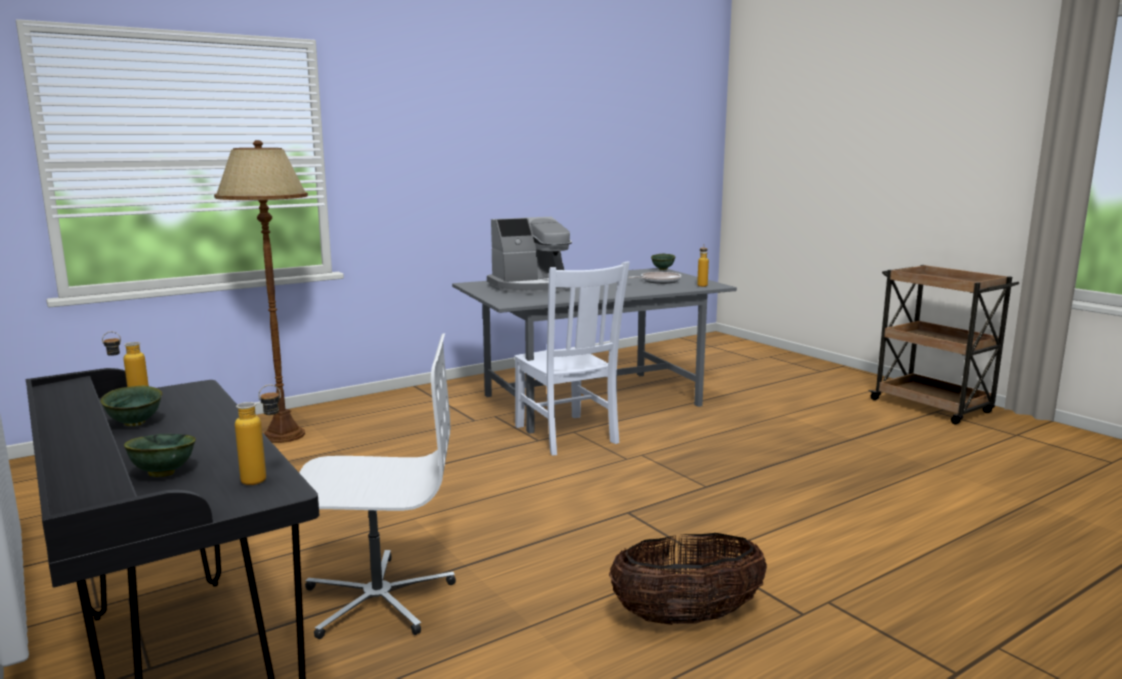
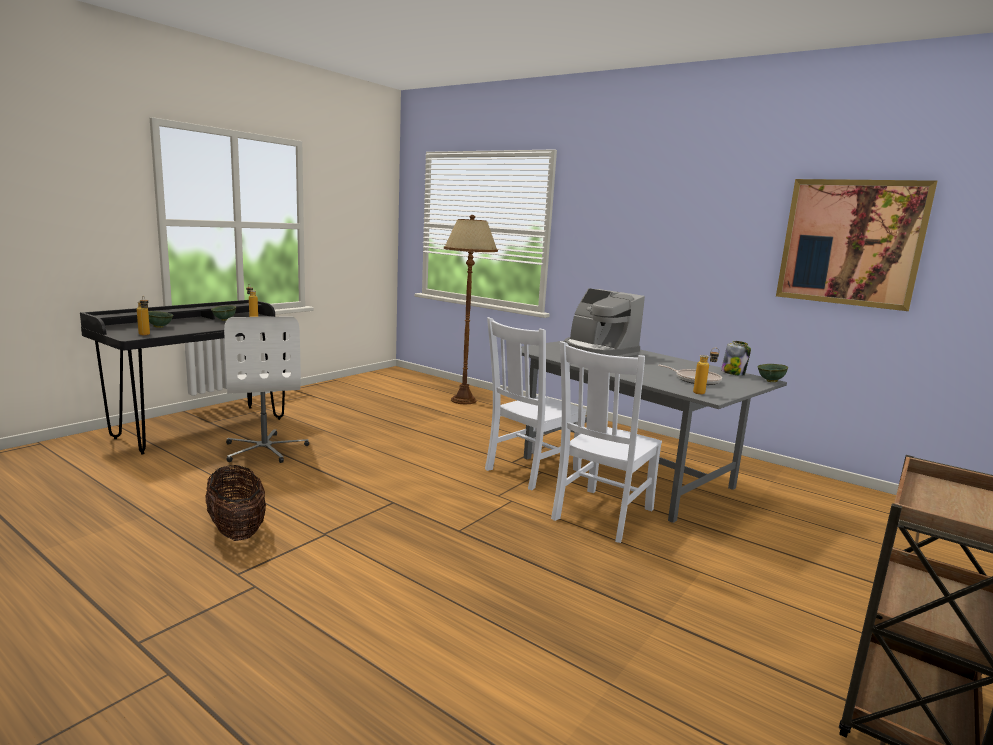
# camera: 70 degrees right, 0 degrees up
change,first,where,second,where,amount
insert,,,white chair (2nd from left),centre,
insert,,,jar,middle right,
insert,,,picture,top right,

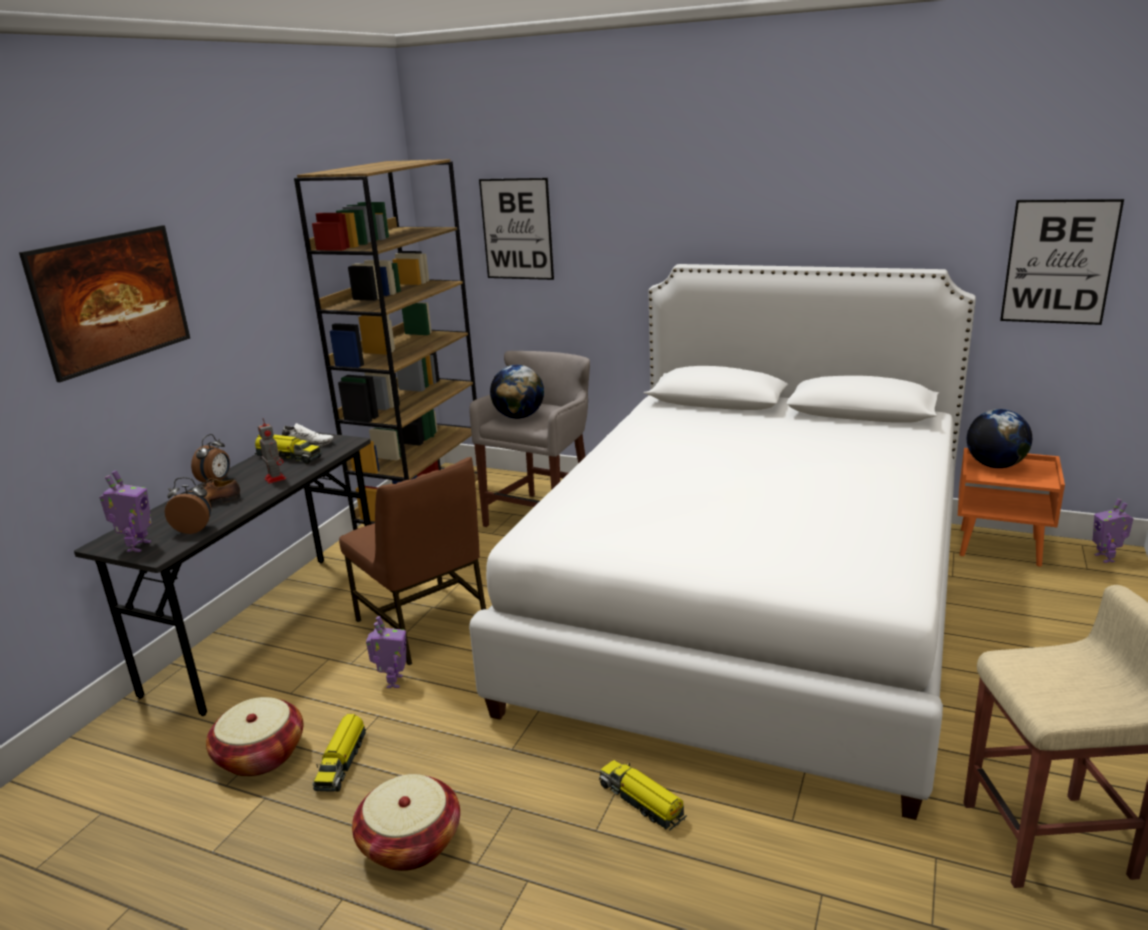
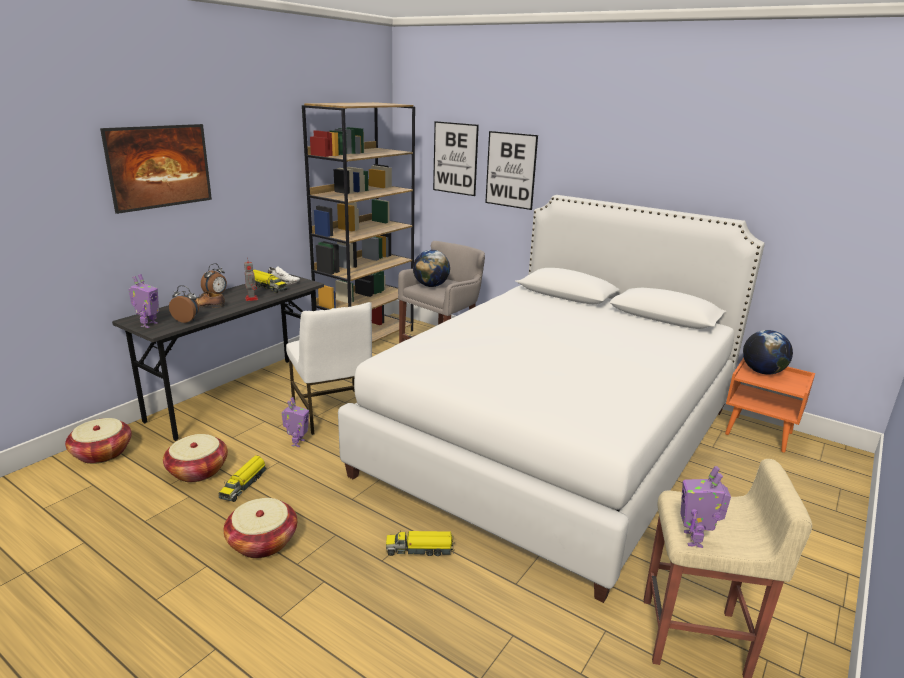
# camera: 10 degrees right, 0 degrees up
change,first,where,second,where,amount
insert,,,basket (1st from left),middle left,
move,picture (3rd from left),top right,,top centre,
move,toy robot (4th from left),middle right,,bottom right,
recolor,brown chair,centre,white chair,centre,
rotate,toy truck (3rd from left),bottom centre,,bottom centre,60 degrees counterclockwise

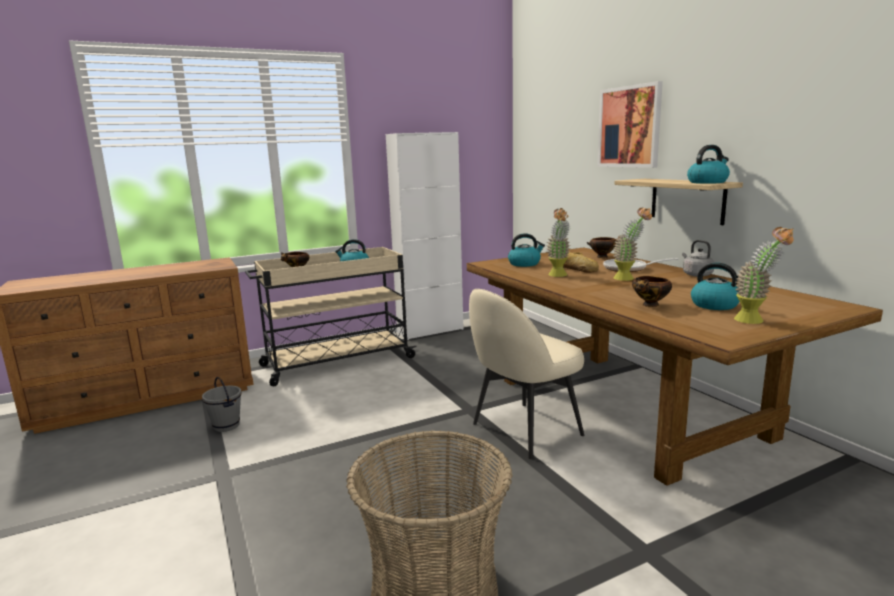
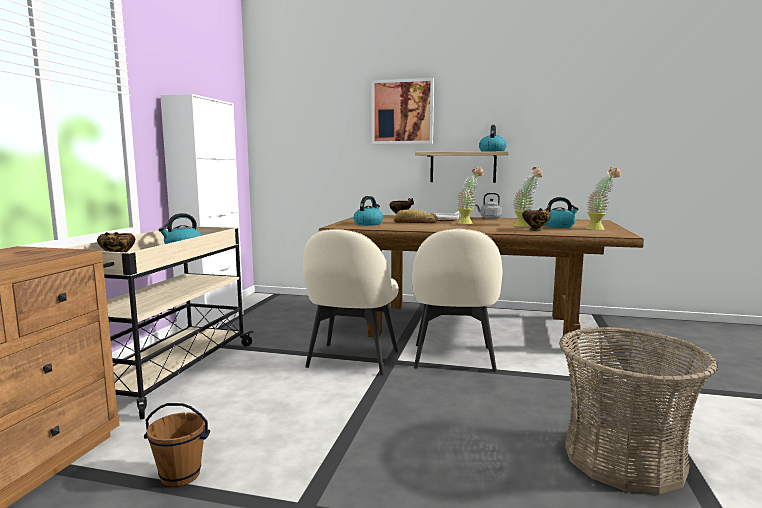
# camera: 50 degrees left, 5 degrees down
change,first,where,second,where,amount
insert,,,beige chair (1st from left),centre,
move,potted plant (1st from left in the first image),centre,potted plant (2nd from left),middle right,
recolor,grey bucket,bottom left,brown bucket,bottom left,

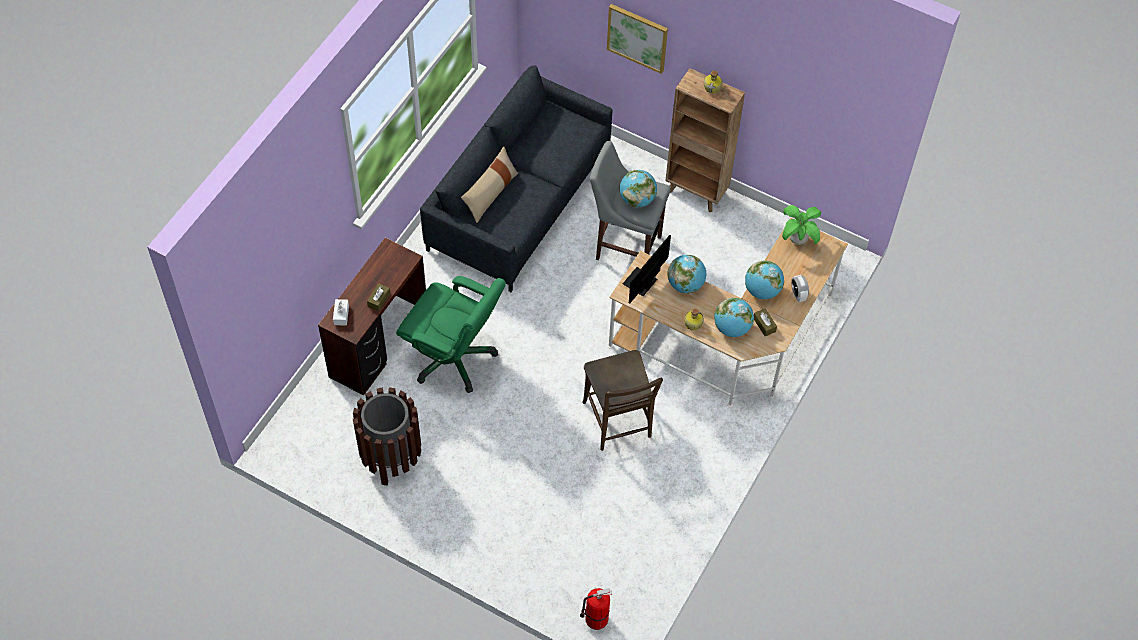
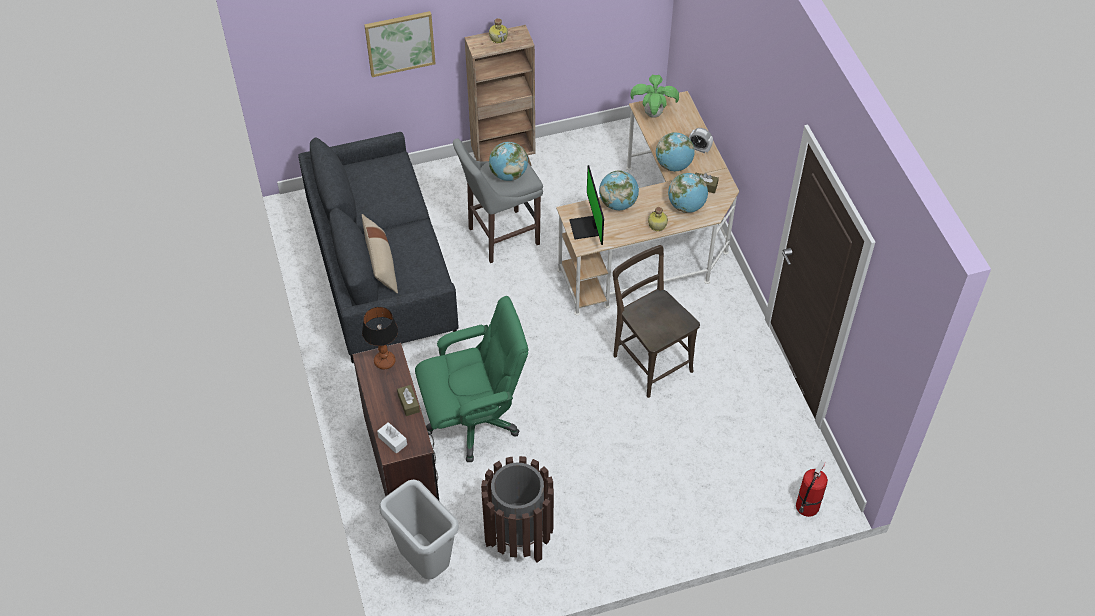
# camera: 45 degrees left, 5 degrees down
change,first,where,second,where,amount
insert,,,table lamp,centre,
insert,,,grey trash can,bottom centre,
rotate,brown chair,centre,,centre,150 degrees counterclockwise

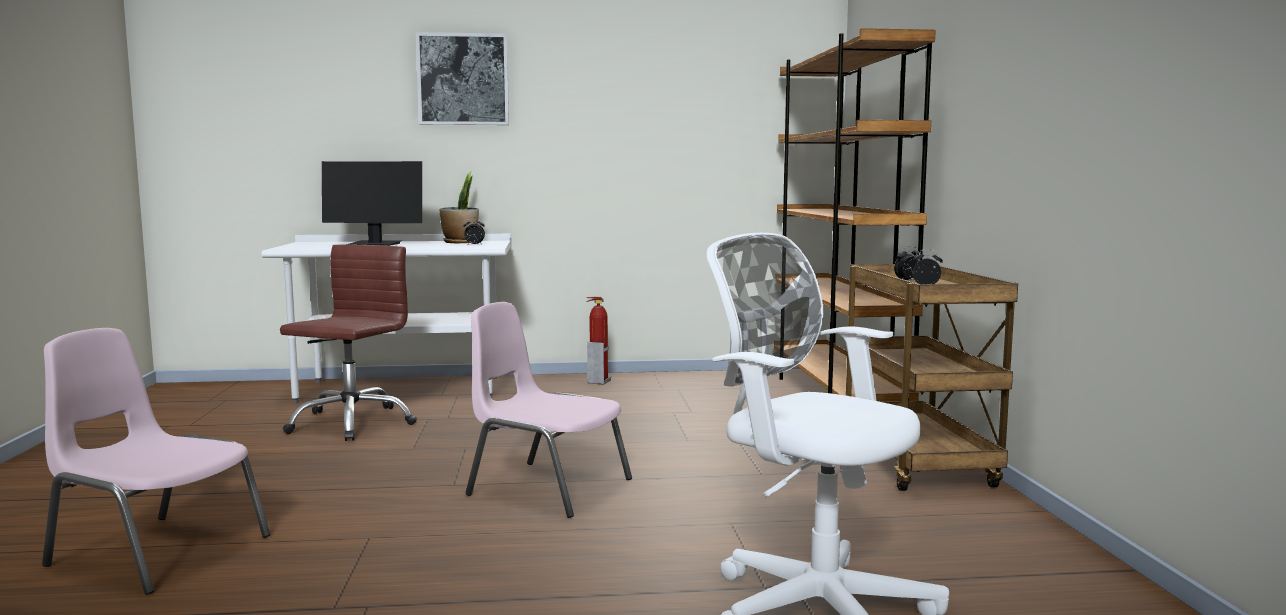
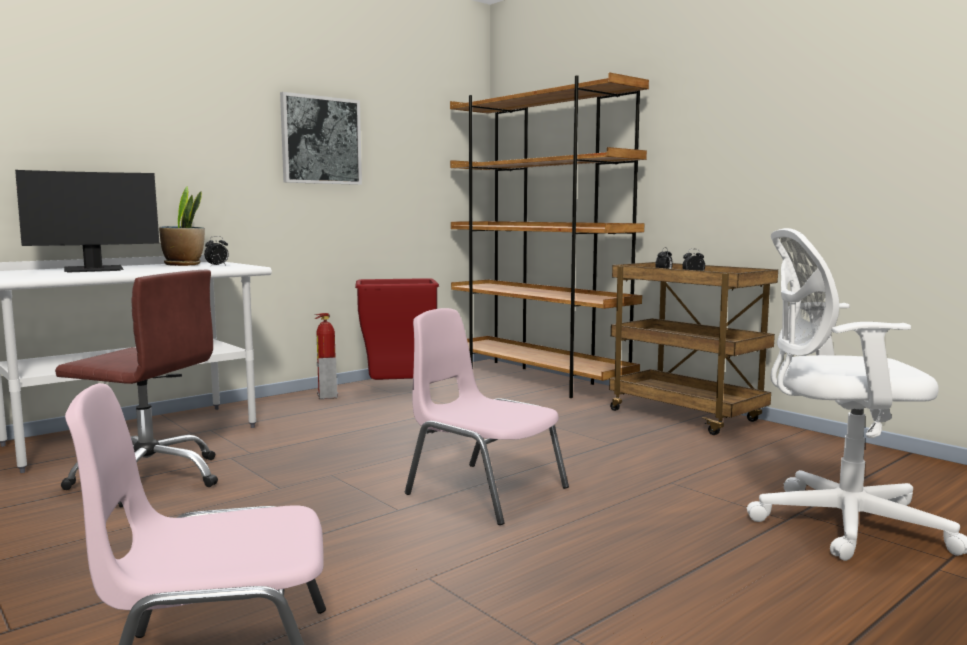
# camera: 35 degrees left, 0 degrees up
change,first,where,second,where,amount
insert,,,red trash can,centre,
move,picture,top centre,,top left,
rotate,brown office chair,middle left,,middle left,120 degrees clockwise
rotate,pink chair (2nd from left),bottom centre,,centre,45 degrees clockwise

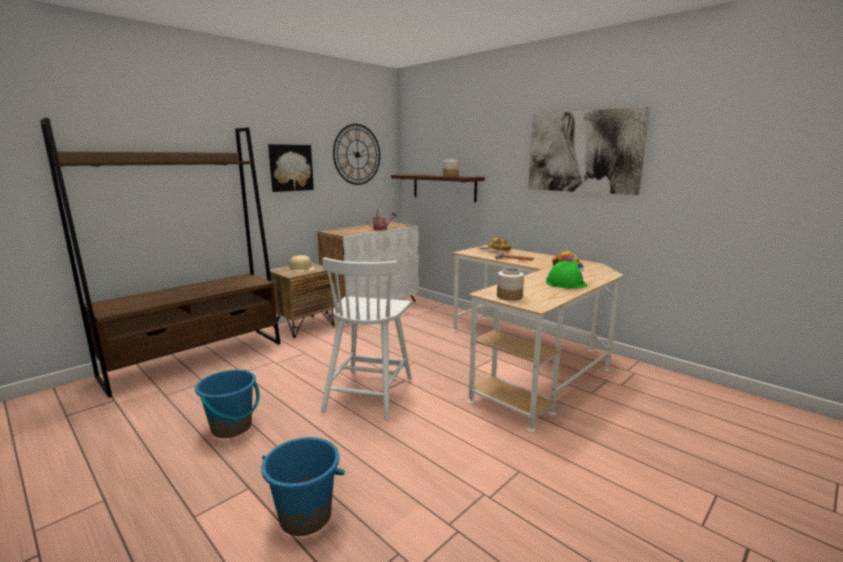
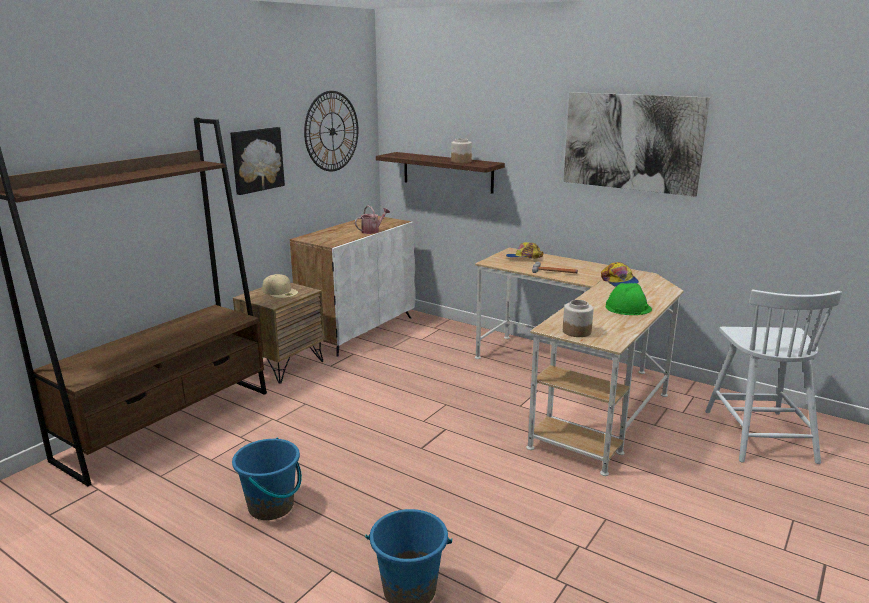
# camera: 10 degrees left, 5 degrees up
change,first,where,second,where,amount
move,white chair,centre,,middle right,

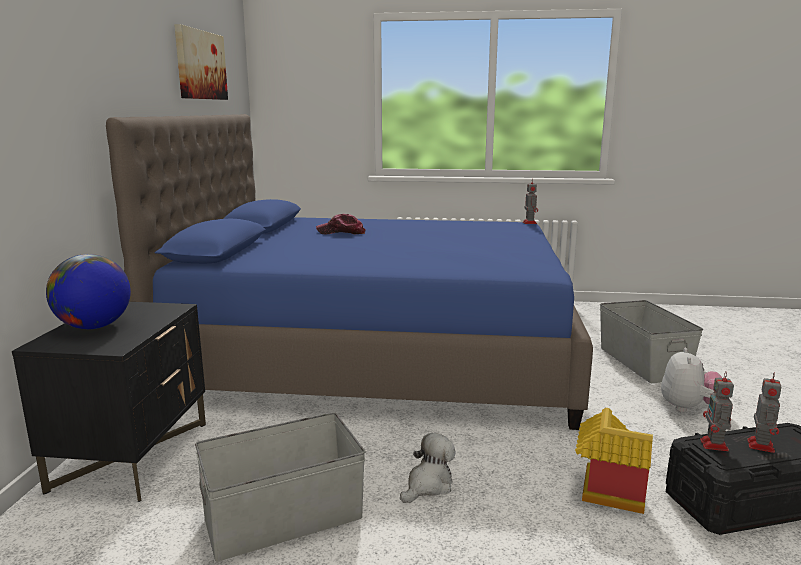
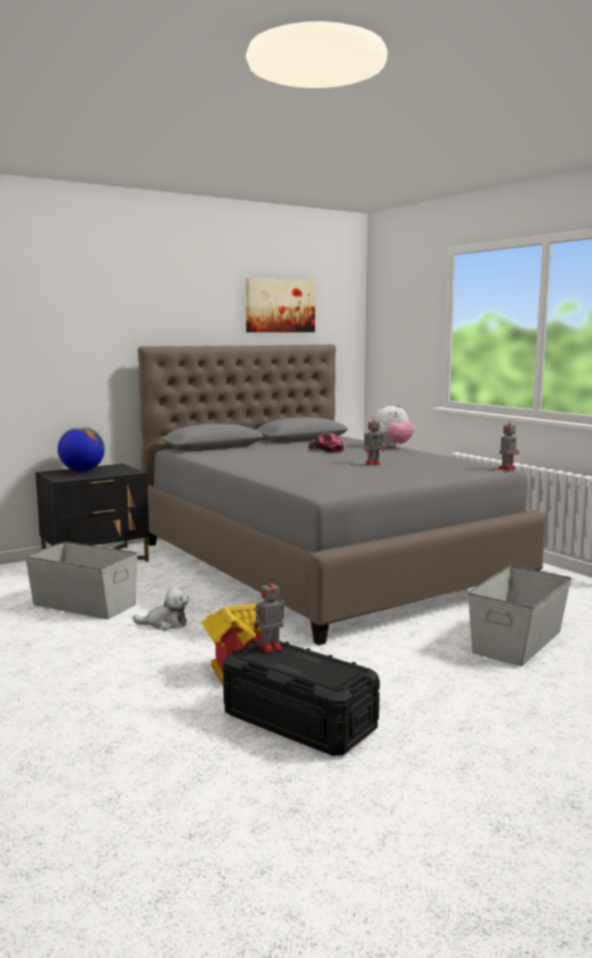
# camera: 50 degrees right, 5 degrees down
change,first,where,second,where,amount
move,plush toy (2nd from left),bottom right,,centre,
move,toy robot (3rd from left in the first image),bottom right,toy robot (2nd from left),centre,
recolor,blue bed,centre,grey bed,centre,

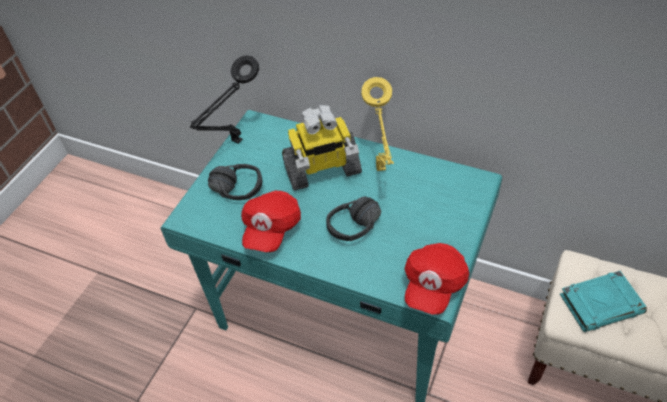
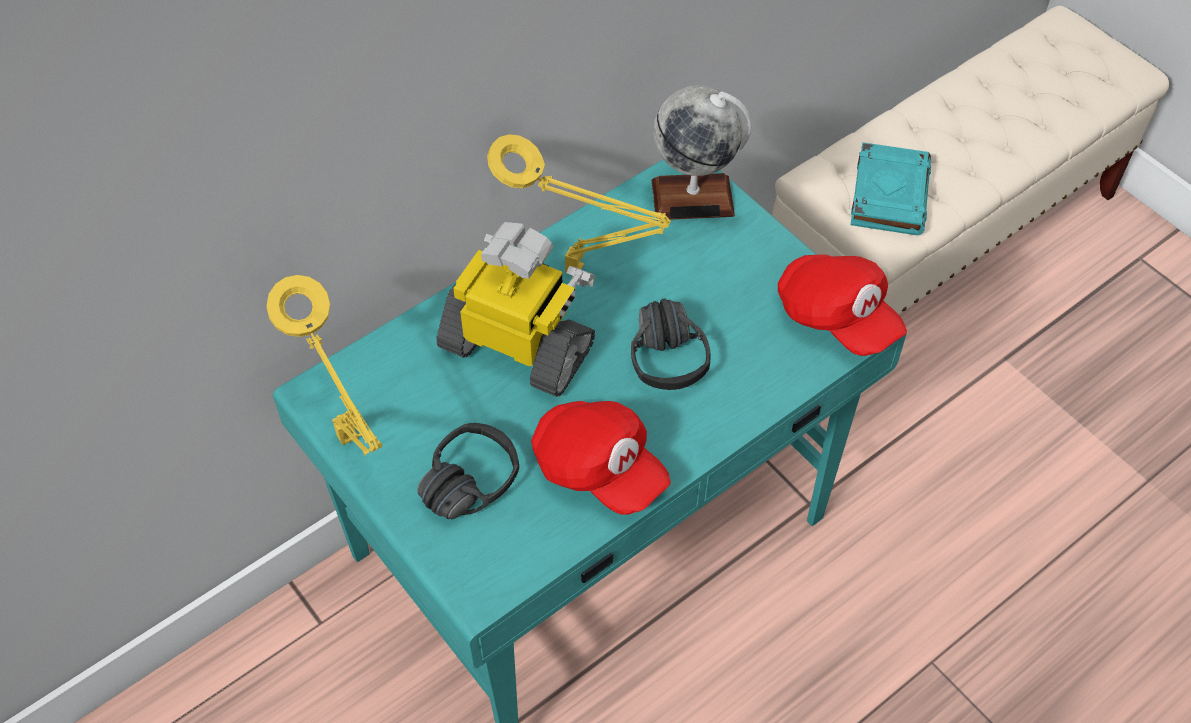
# camera: 65 degrees left, 5 degrees up
change,first,where,second,where,amount
insert,,,globe,top centre,
recolor,black table lamp,top centre,yellow table lamp (1st from left),middle left,
rotate,toy robot,centre,,centre,75 degrees counterclockwise

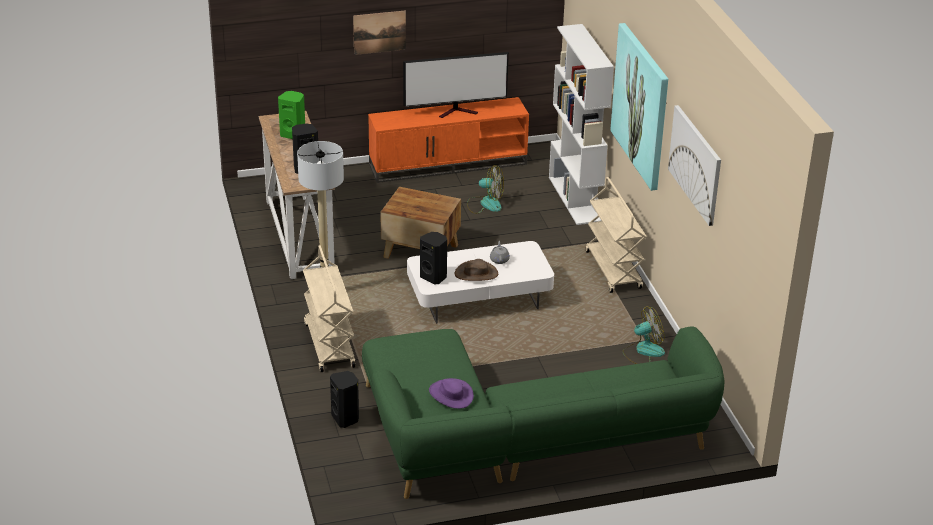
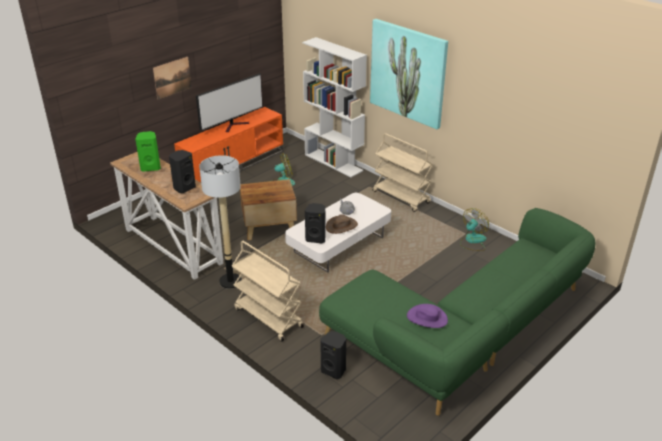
# camera: 30 degrees left, 0 degrees up
change,first,where,second,where,amount
delete,picture (3rd from left),top right,,,

